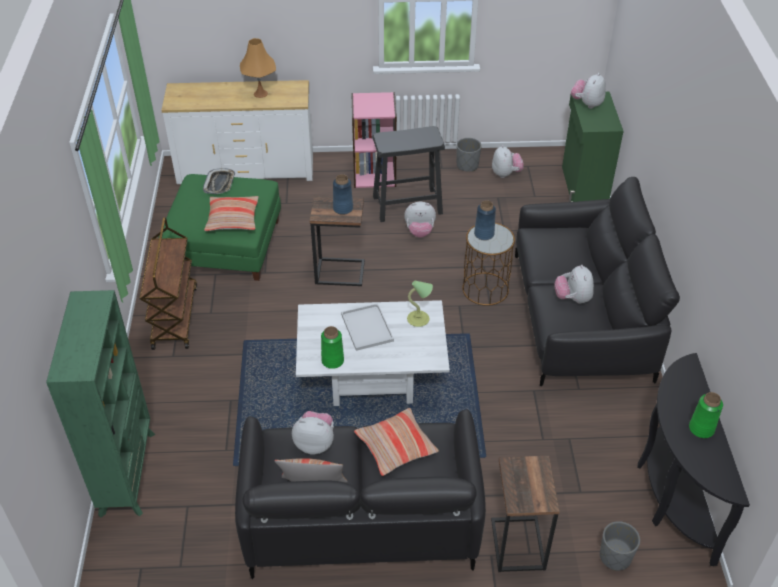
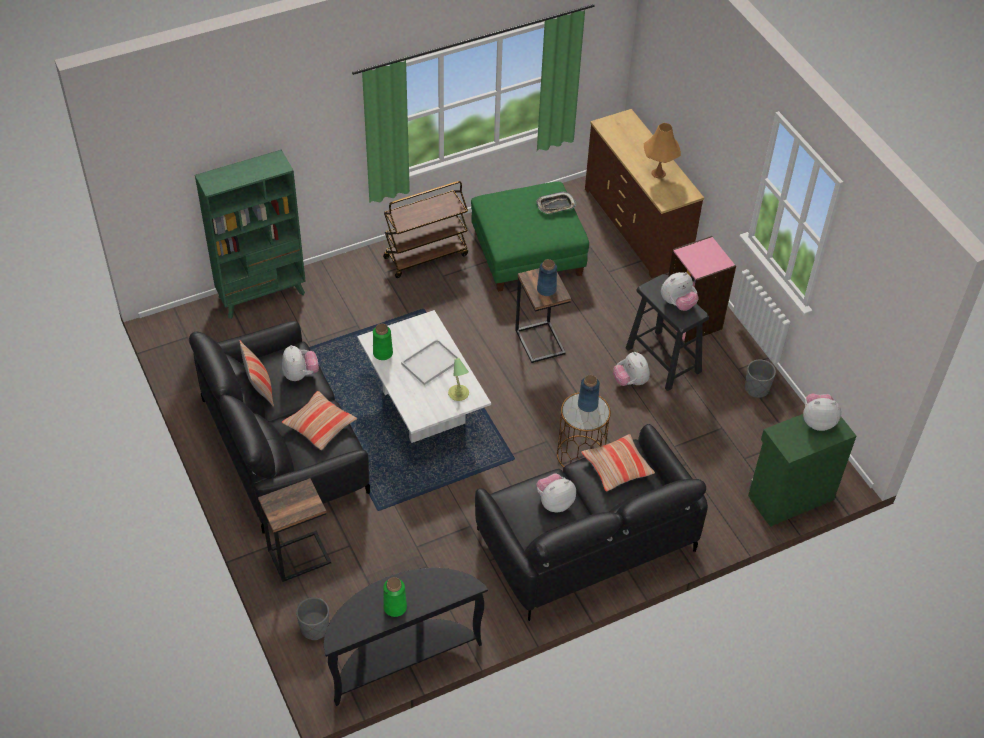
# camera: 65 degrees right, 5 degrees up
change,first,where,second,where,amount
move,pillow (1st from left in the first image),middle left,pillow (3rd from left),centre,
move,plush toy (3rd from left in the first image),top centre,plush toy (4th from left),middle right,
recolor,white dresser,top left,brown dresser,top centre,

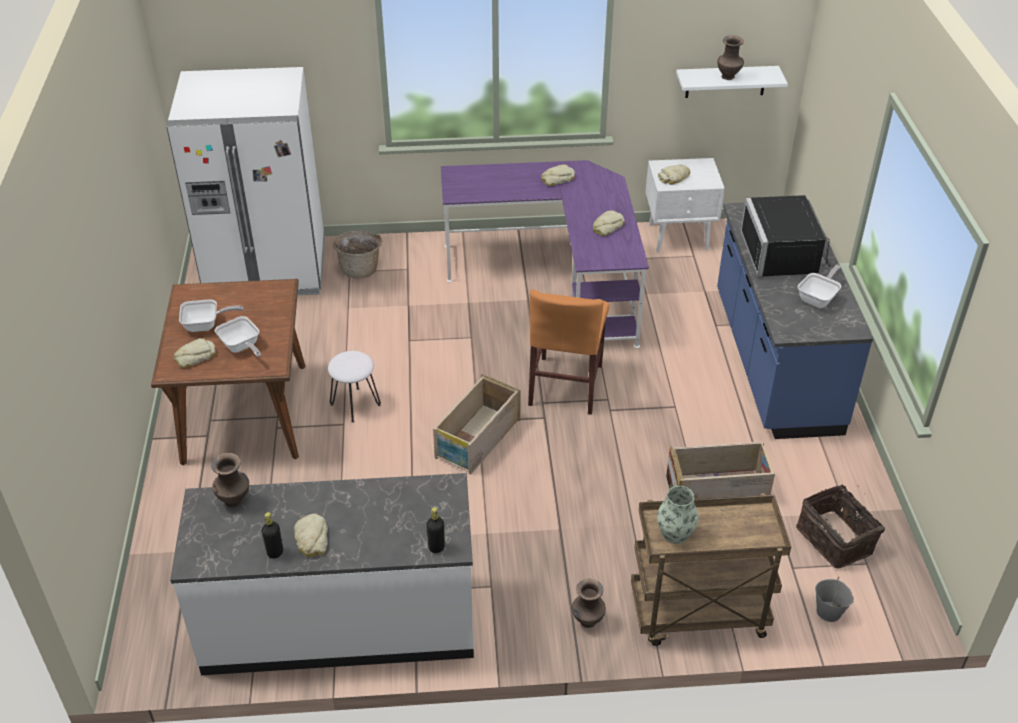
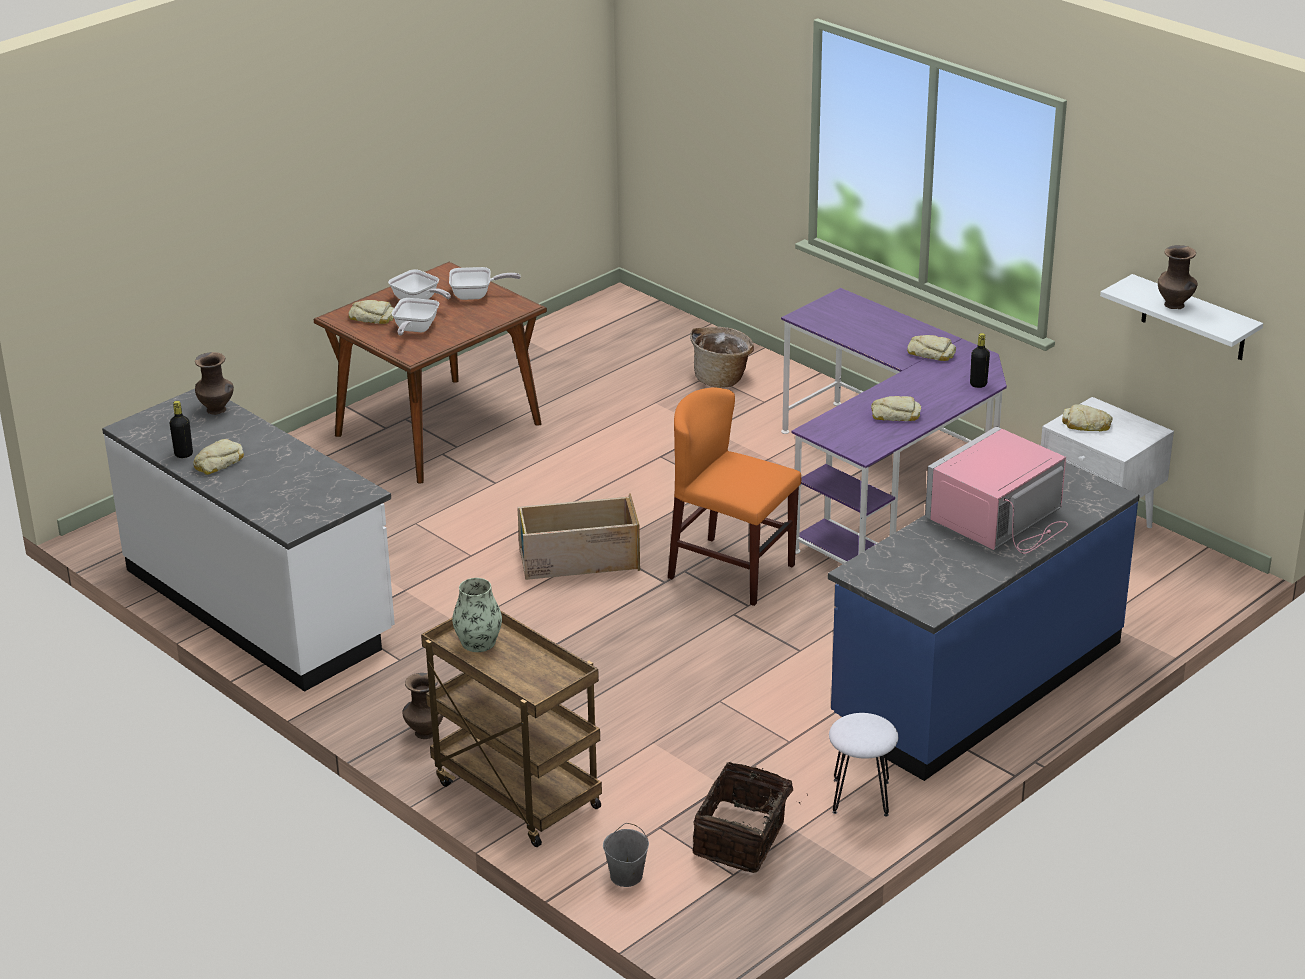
# camera: 50 degrees right, 10 degrees down
change,first,where,second,where,amount
delete,white fridge,top left,,,
delete,crate (2nd from left),middle right,,,
move,white stool,centre,,bottom centre,
move,black bottle (2nd from left),bottom centre,,middle right,
move,frying pan (3rd from left),middle right,,top centre,
recolor,black microwave,top right,pink microwave,middle right,
rotate,orange chair,centre,,centre,60 degrees clockwise

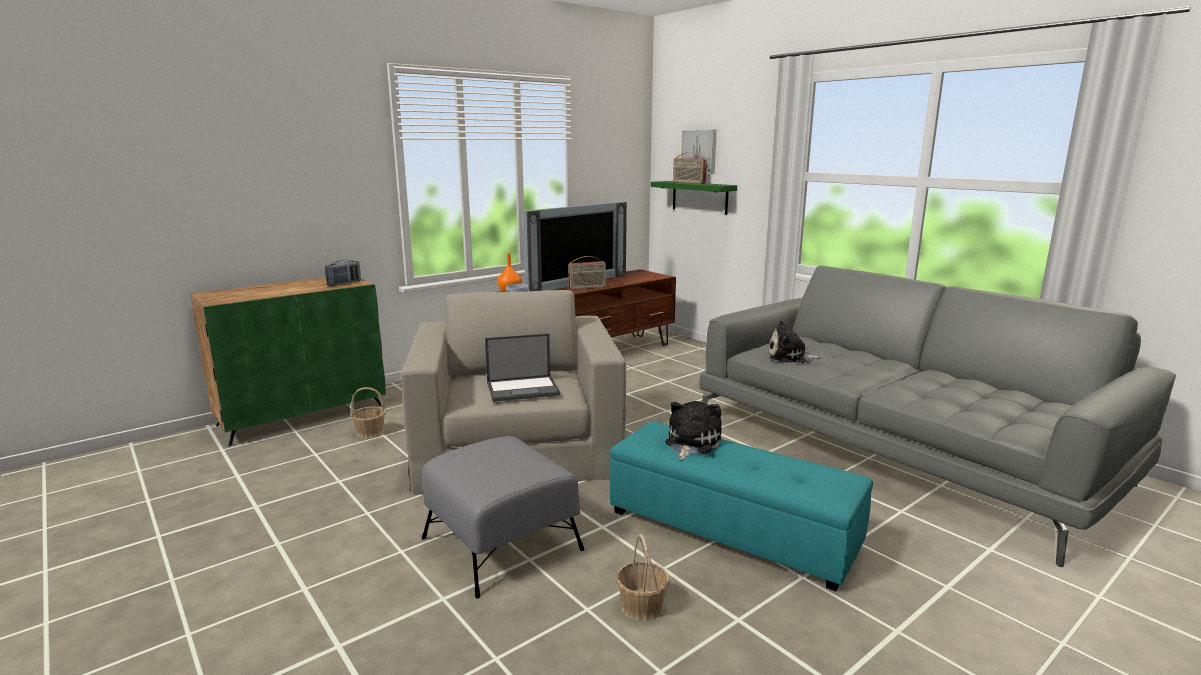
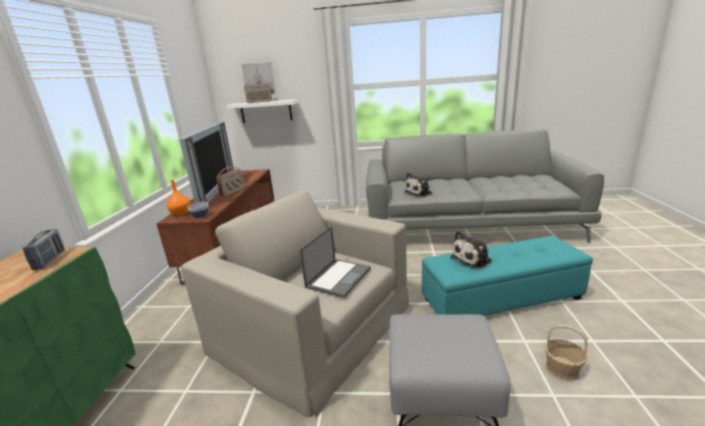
# camera: 45 degrees left, 5 degrees up
change,first,where,second,where,amount
delete,basket (1st from left),middle left,,,
recolor,green shelf,top centre,white shelf,top centre,
rotate,plush toy (1st from left in the first image),centre,plush toy (2nd from left),middle right,105 degrees counterclockwise

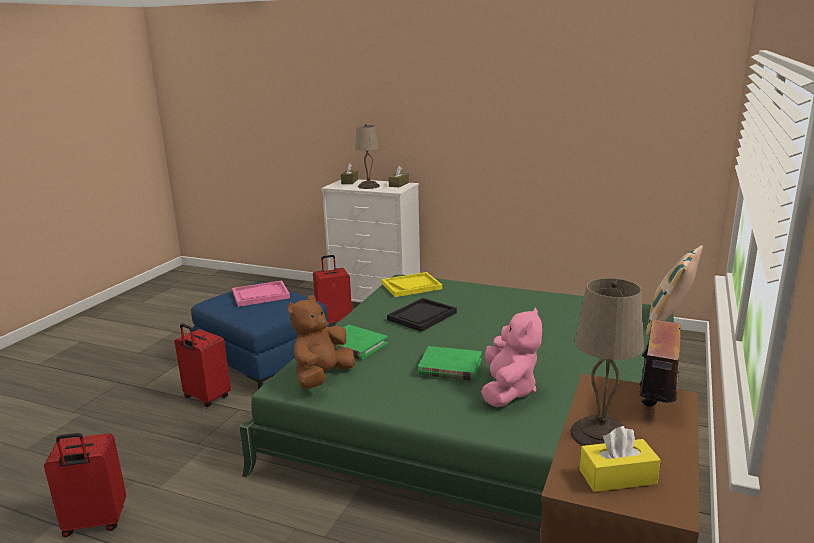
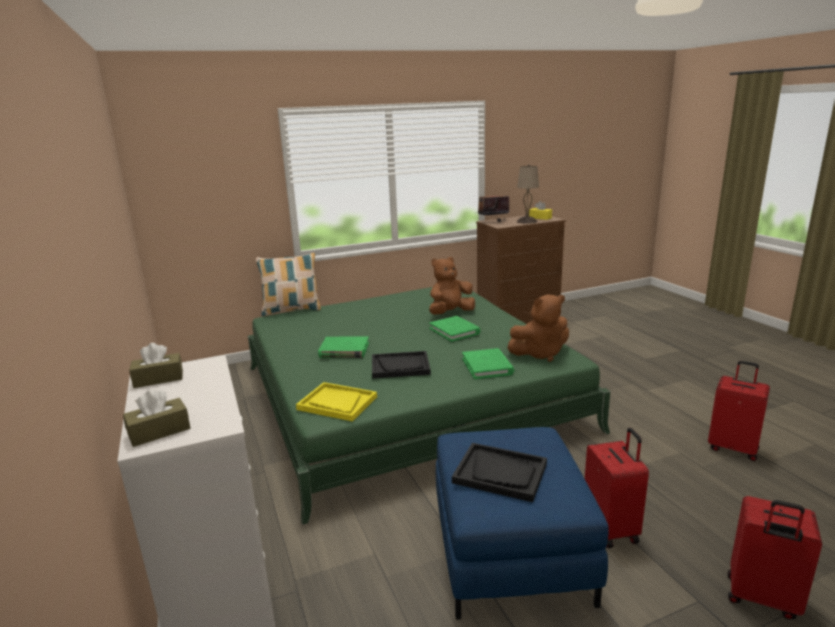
# camera: 135 degrees left, 0 degrees up
change,first,where,second,where,amount
delete,beige table lamp (1st from left),top centre,,,
insert,,,green book (1st from left),centre,
move,red suitcase (3rd from left),centre,,bottom right,
recolor,pink tray,middle left,black tray (2nd from left),bottom centre,
recolor,pink plush toy,centre,brown plush toy (1st from left),centre,

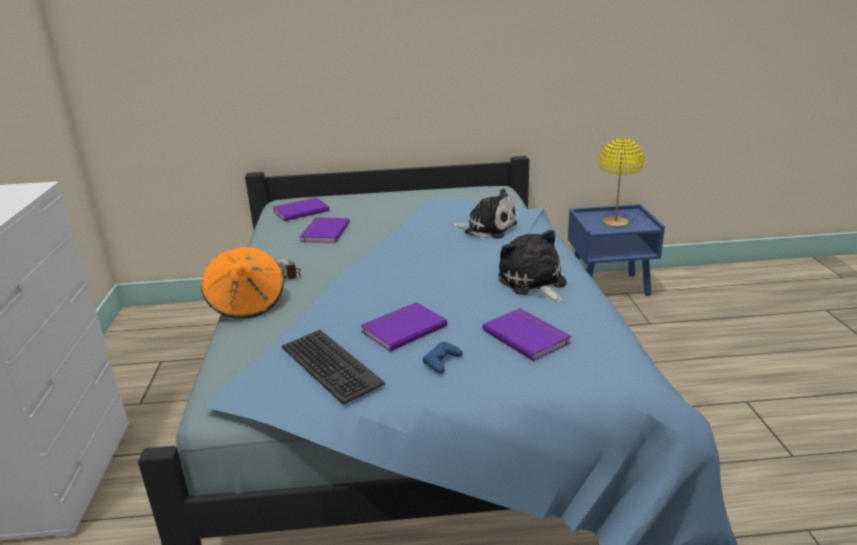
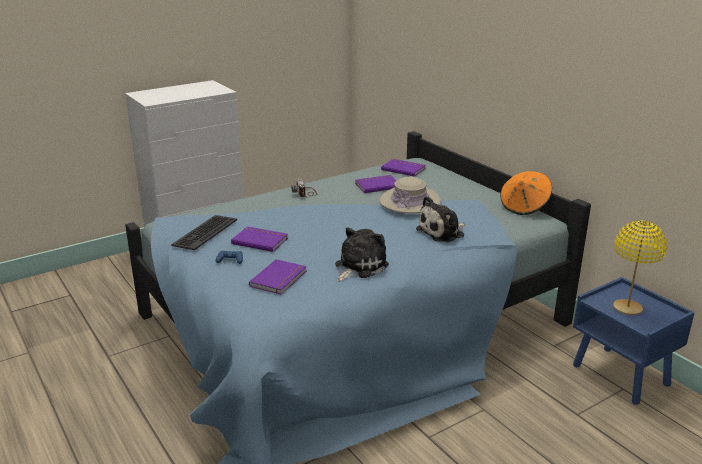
# camera: 60 degrees right, 0 degrees up
change,first,where,second,where,amount
insert,,,beige hat,centre,
move,orange hat,middle left,,middle right,
rotate,plush toy (1st from left in the first image),centre,plush toy (2nd from left),centre,60 degrees clockwise

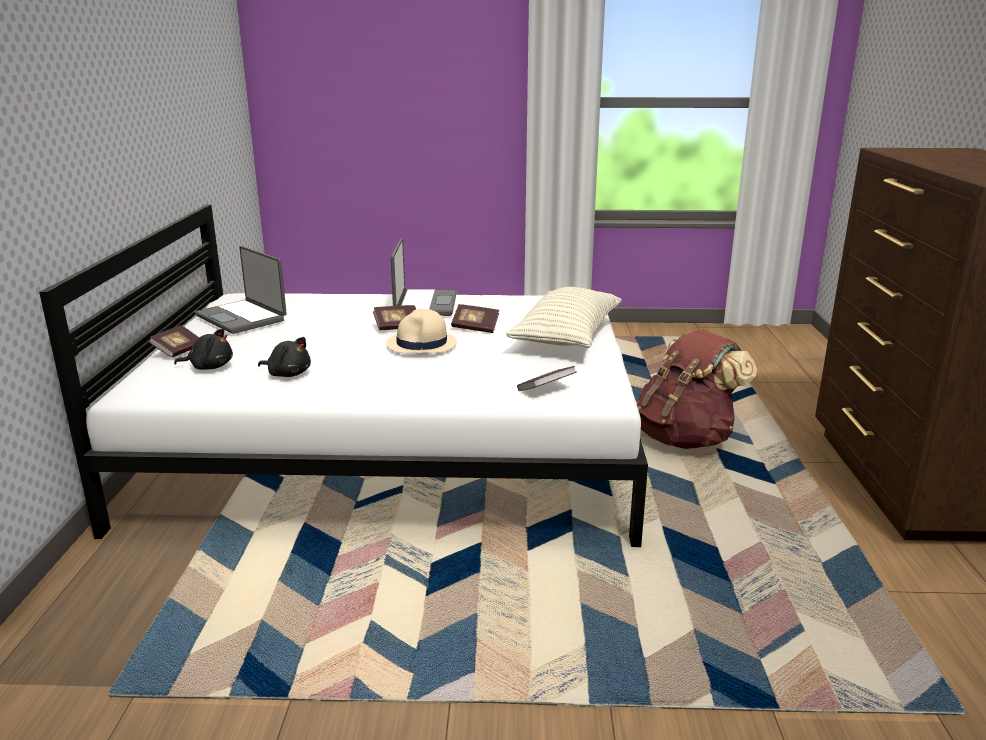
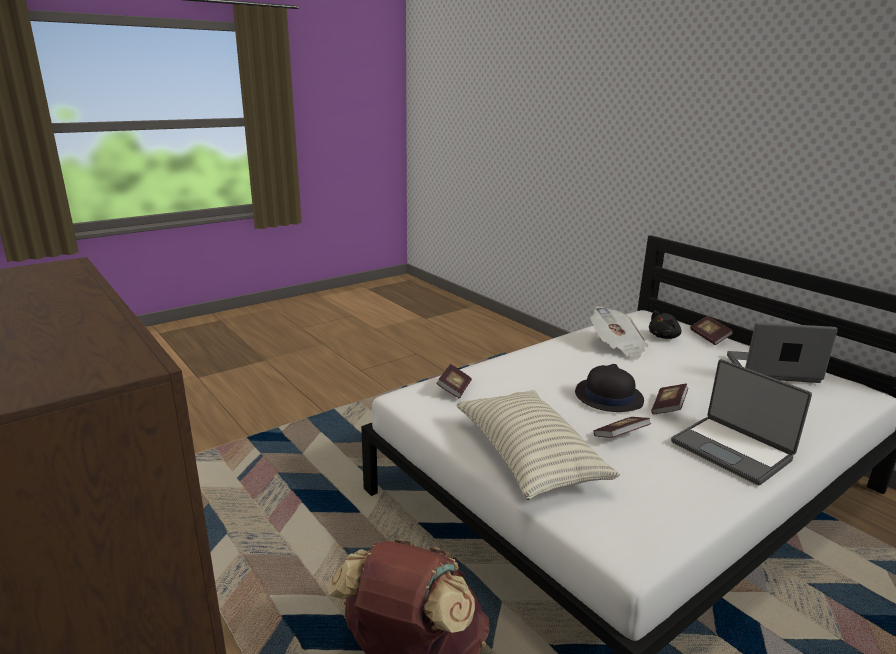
# camera: 140 degrees right, 0 degrees up
change,first,where,second,where,amount
replace,black plush toy (2nd from left),middle left,newspaper,middle right,
recolor,beige hat,centre,black hat,middle right,

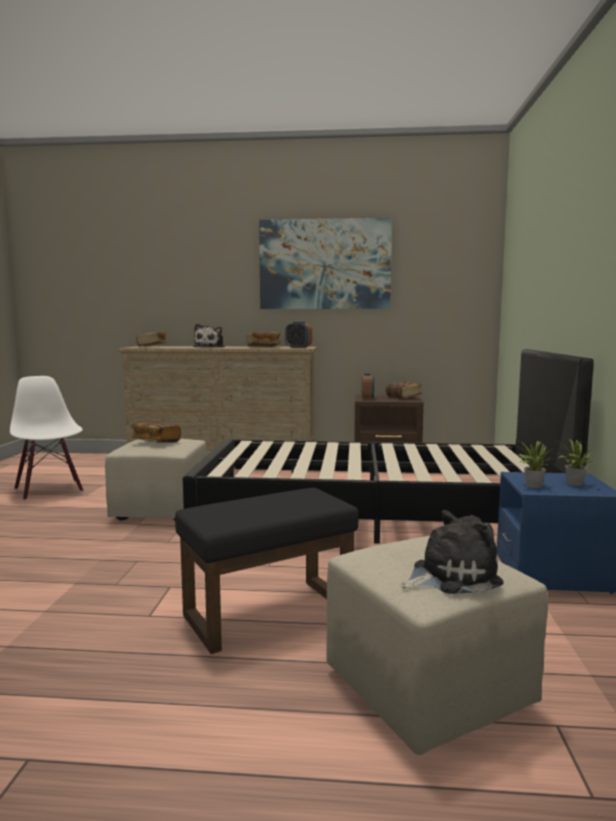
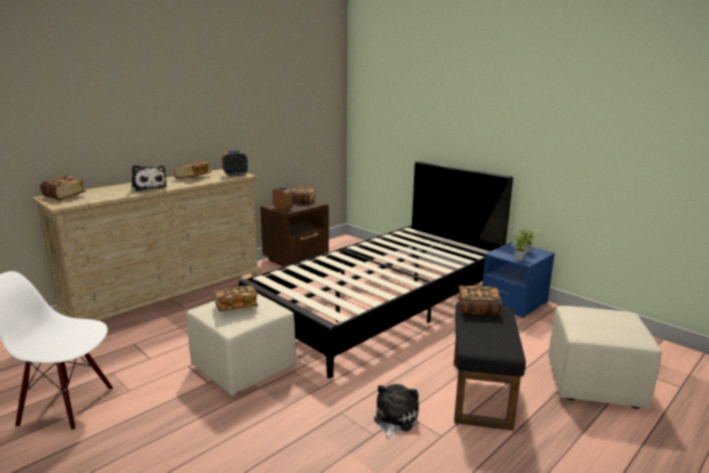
# camera: 50 degrees left, 10 degrees up
change,first,where,second,where,amount
delete,picture,top centre,,,
insert,,,book (5th from left),middle right,
move,plush toy (2nd from left),bottom right,,bottom centre,

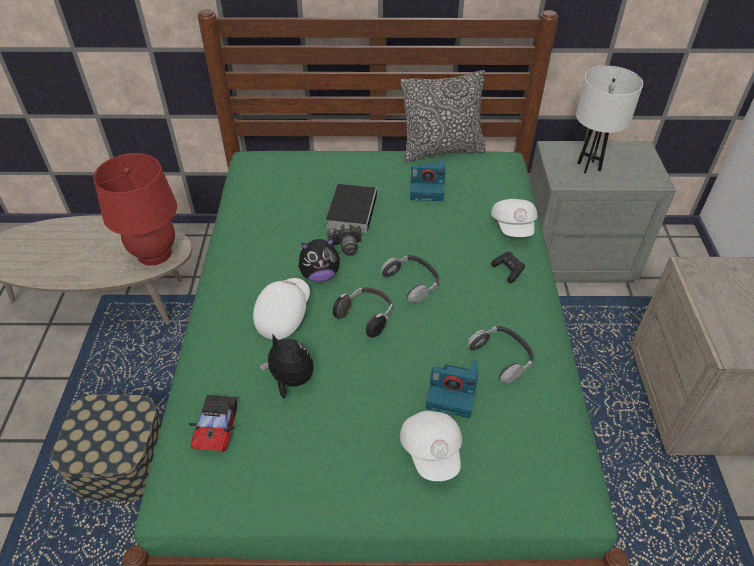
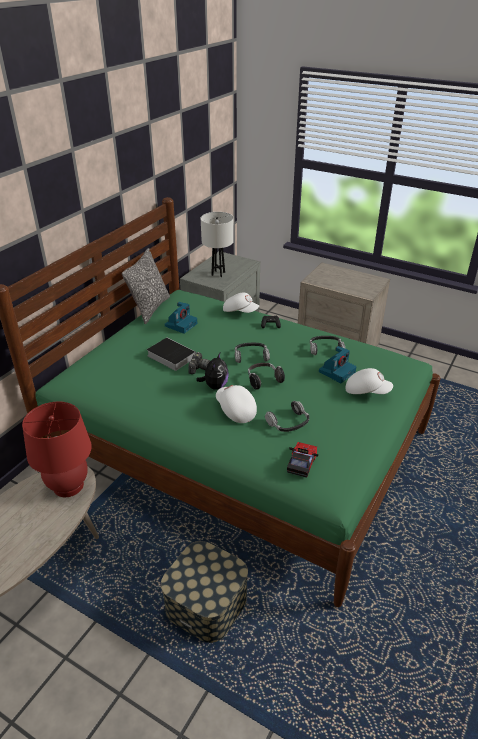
# camera: 60 degrees left, 10 degrees down
change,first,where,second,where,amount
replace,plush toy (1st from left),centre,headphones (3rd from left),centre,
rotate,toy car,bottom left,,centre,105 degrees counterclockwise

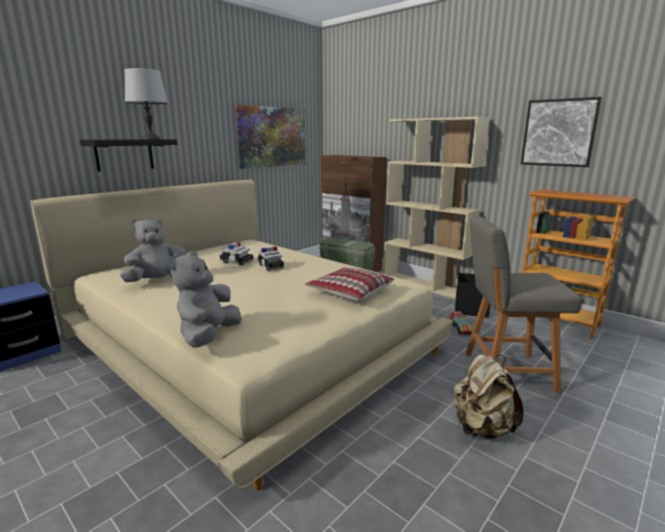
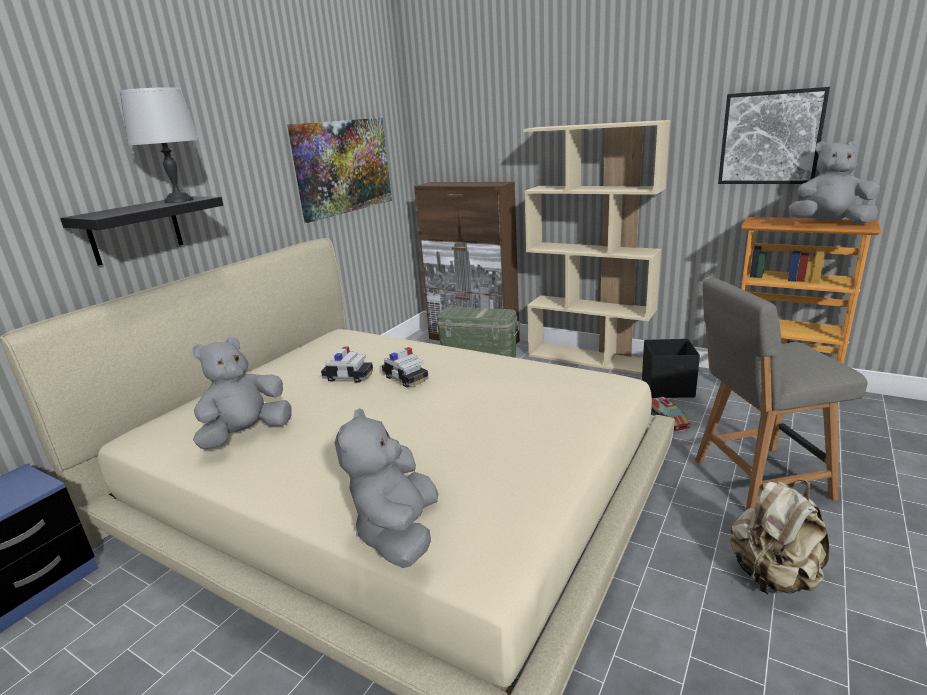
# camera: 10 degrees left, 5 degrees up
change,first,where,second,where,amount
delete,pillow,centre,,,
insert,,,grey plush toy (3rd from left),top right,

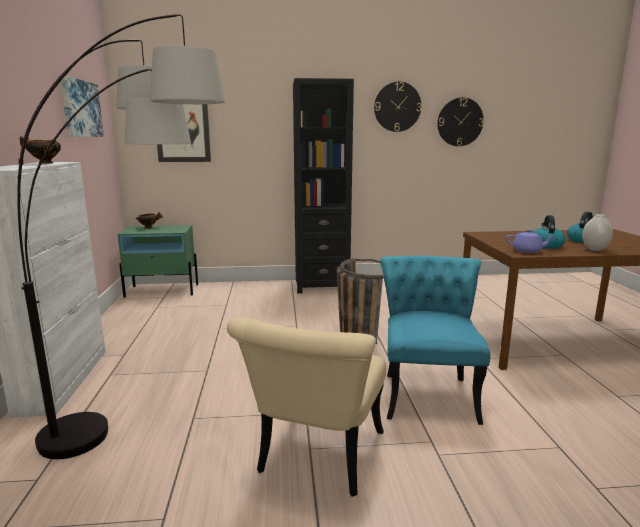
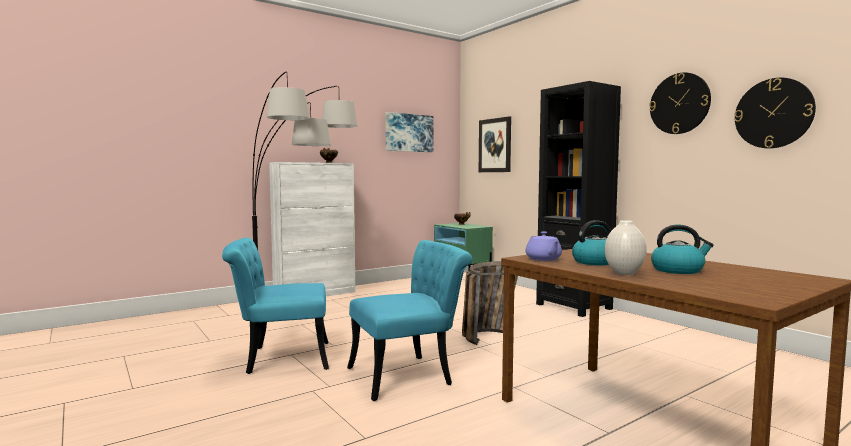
# camera: 60 degrees right, 10 degrees down
change,first,where,second,where,amount
recolor,beige chair,bottom centre,turquoise chair (1st from left),bottom left,

